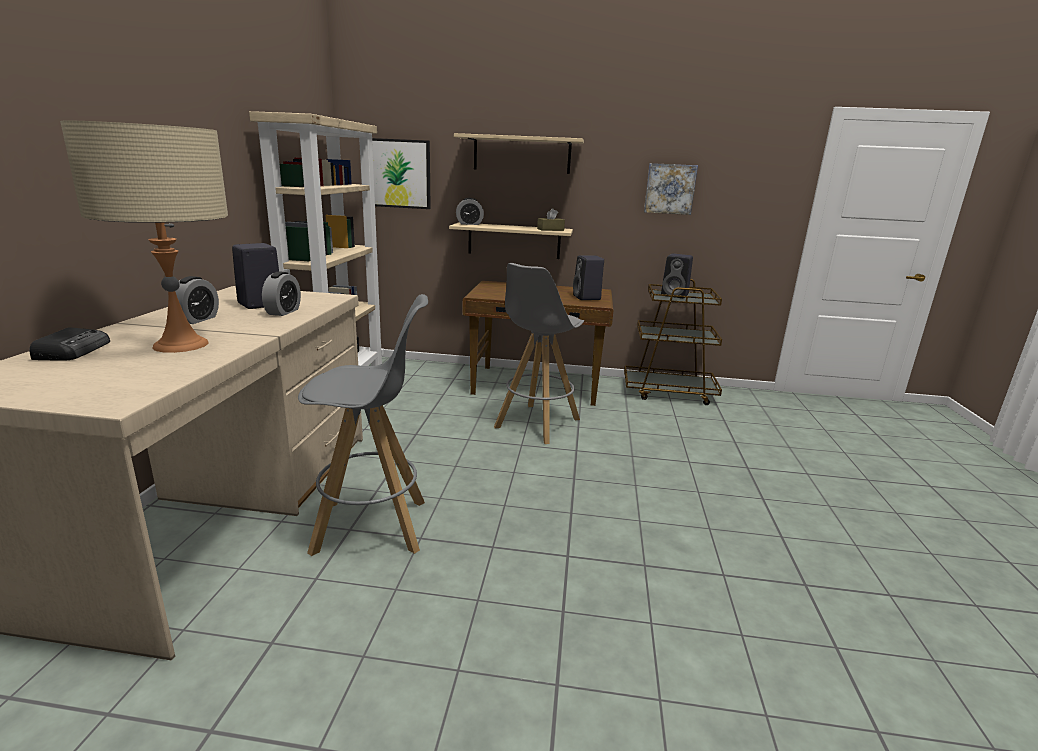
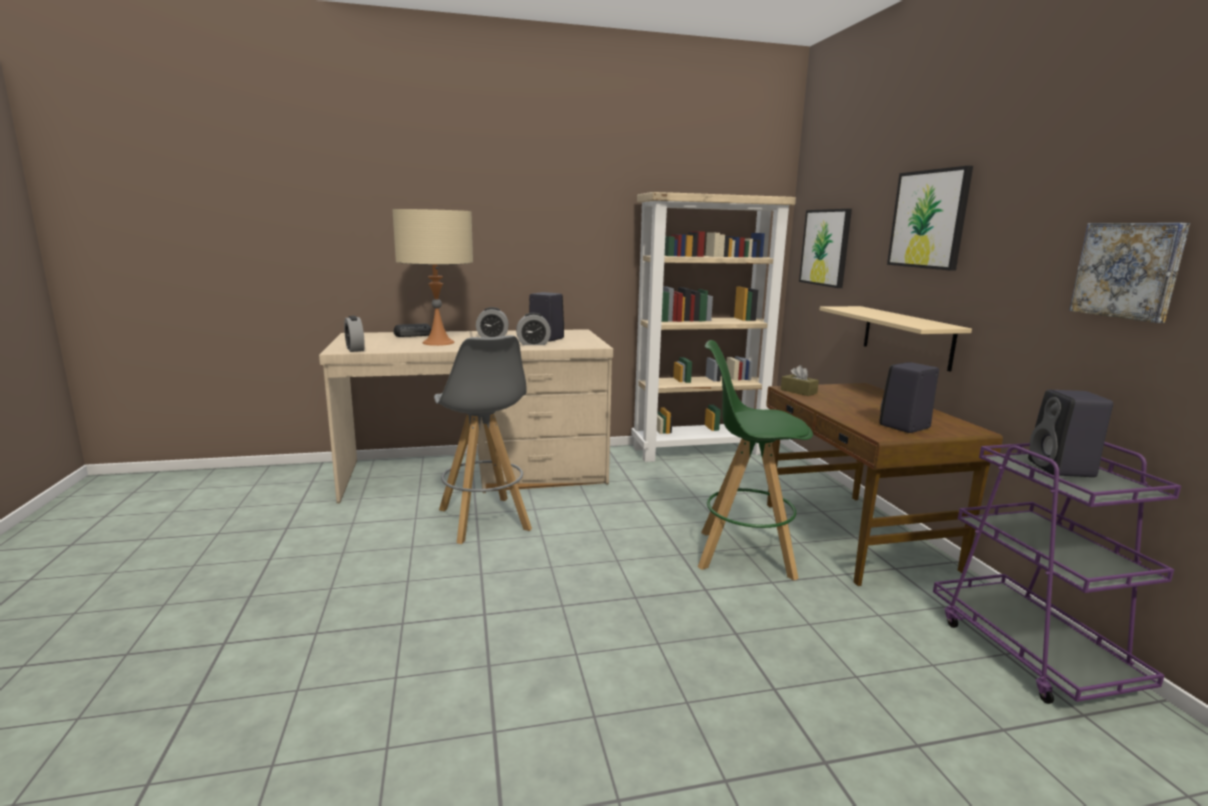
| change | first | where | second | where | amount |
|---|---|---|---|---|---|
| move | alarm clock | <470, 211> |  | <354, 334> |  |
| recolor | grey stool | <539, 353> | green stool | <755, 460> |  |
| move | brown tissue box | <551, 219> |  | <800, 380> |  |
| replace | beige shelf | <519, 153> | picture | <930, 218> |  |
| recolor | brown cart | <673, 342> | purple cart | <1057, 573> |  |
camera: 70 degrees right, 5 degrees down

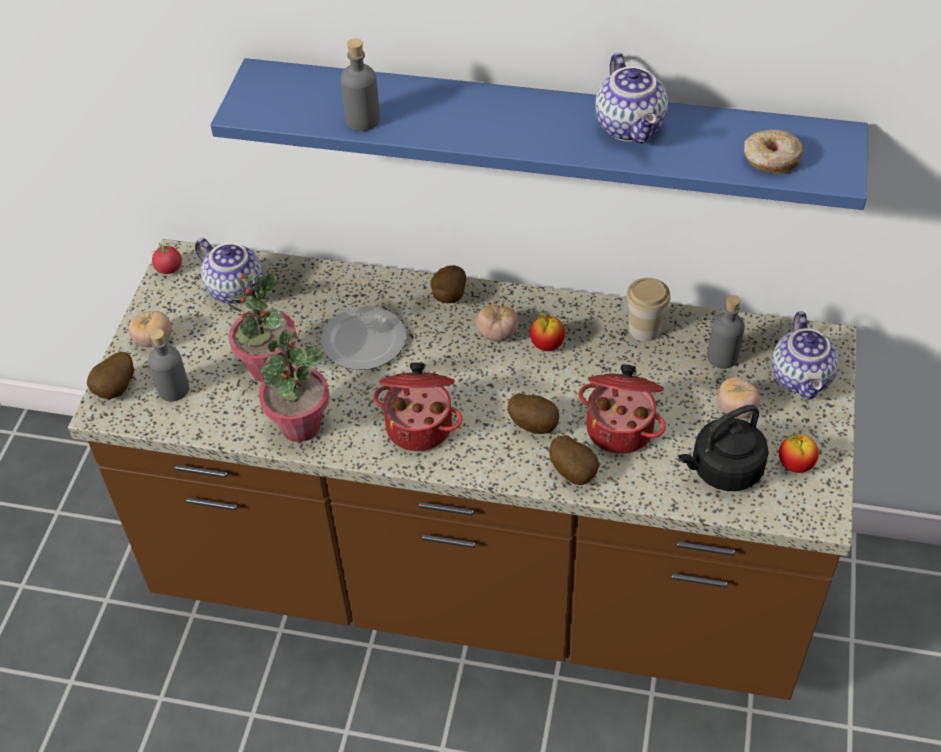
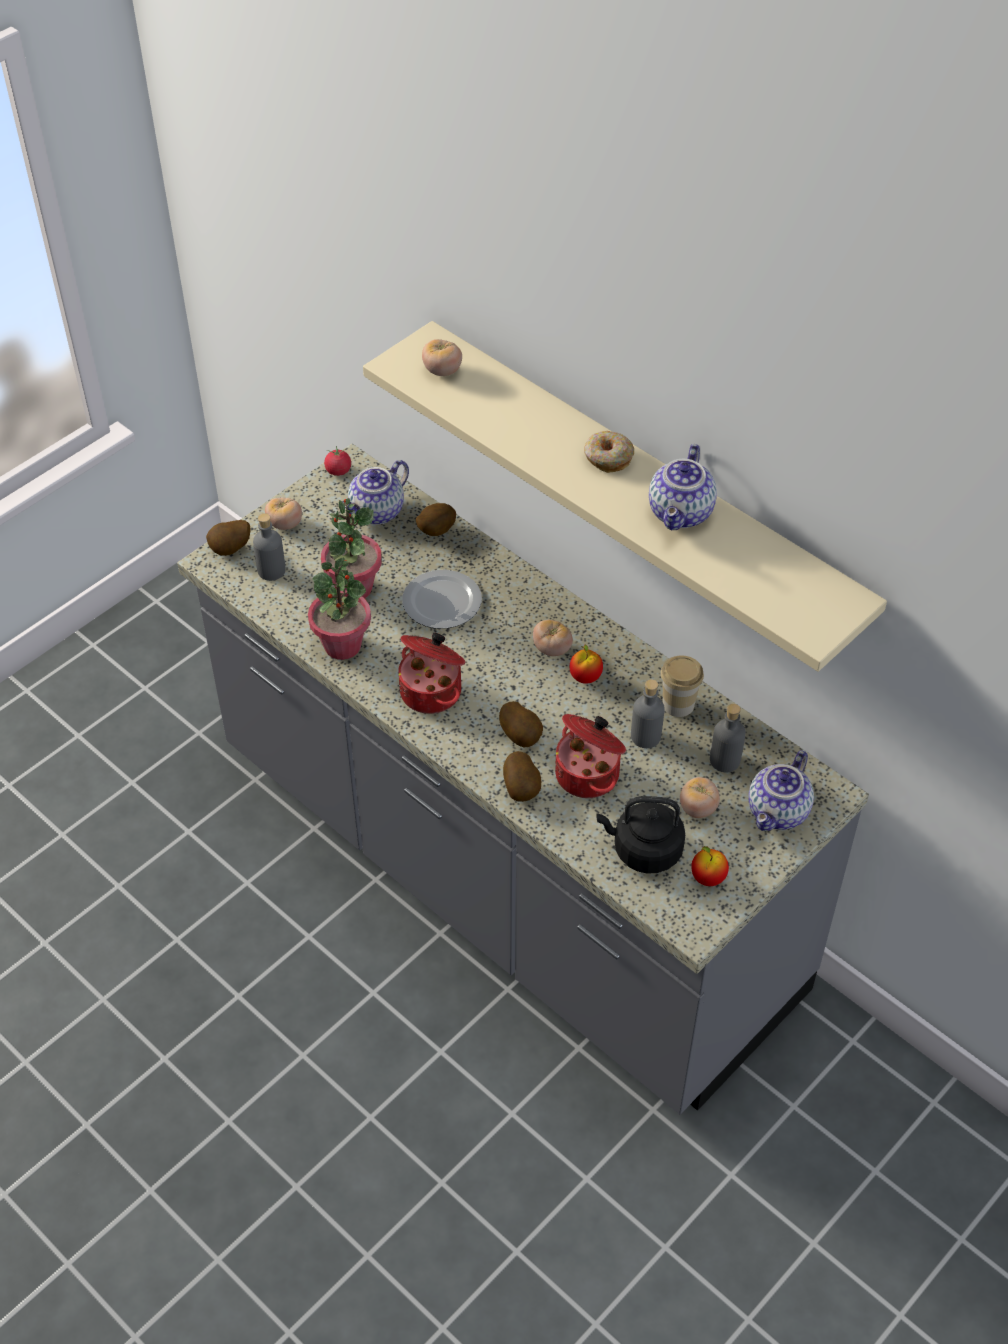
| change | first | where | second | where | amount |
|---|---|---|---|---|---|
| recolor | brown counter | <462, 469> | grey counter | <523, 779> |  |
| rotate | teapot | <229, 271> |  | <375, 492> | 60 degrees clockwise |
| recolor | blue shelf | <539, 134> | beige shelf | <625, 496> |  |
| move | potato | <448, 284> |  | <436, 519> |  |
| insert |  |  | tomato | <442, 357> |  |
| move | donut | <774, 151> |  | <609, 452> |  |
| move | grey bottle | <360, 84> |  | <648, 714> |  |
camera: 30 degrees right, 0 degrees up

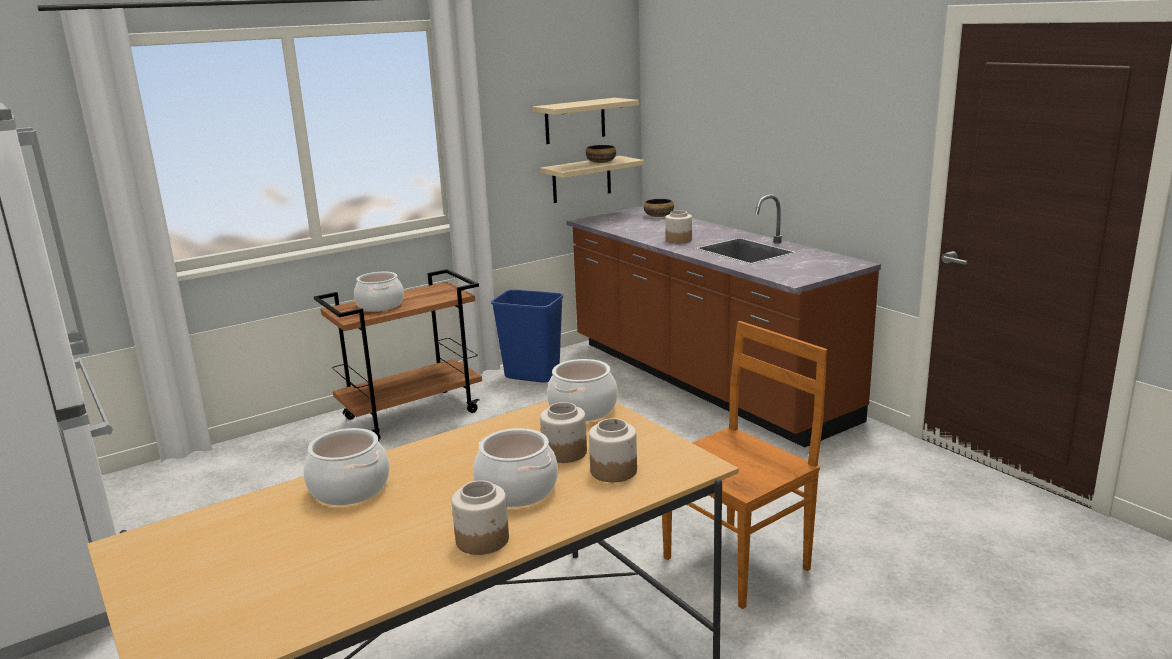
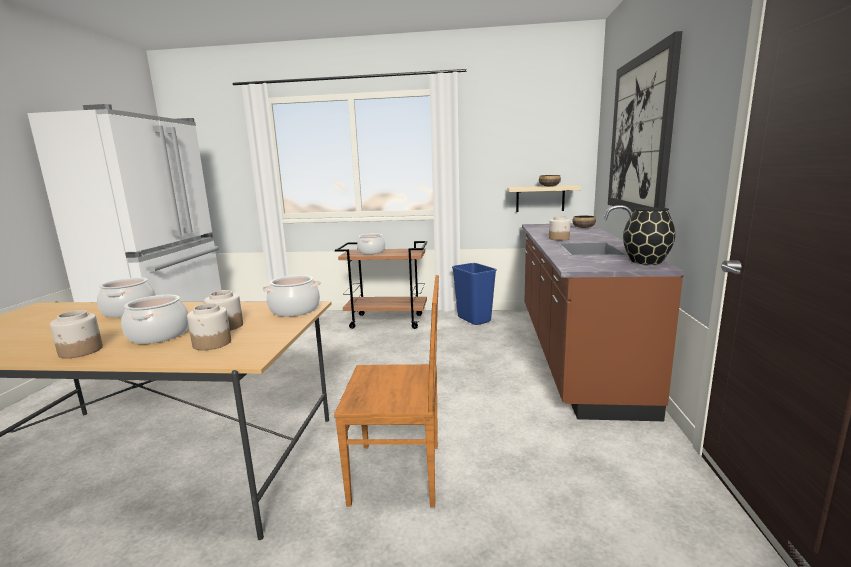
| change | first | where | second | where | amount |
|---|---|---|---|---|---|
| insert |  |  | picture | <645, 121> |  |
| insert |  |  | black vase | <649, 236> |  |
| delete | beige shelf | <585, 121> |  |  |  |
camera: 40 degrees right, 5 degrees down

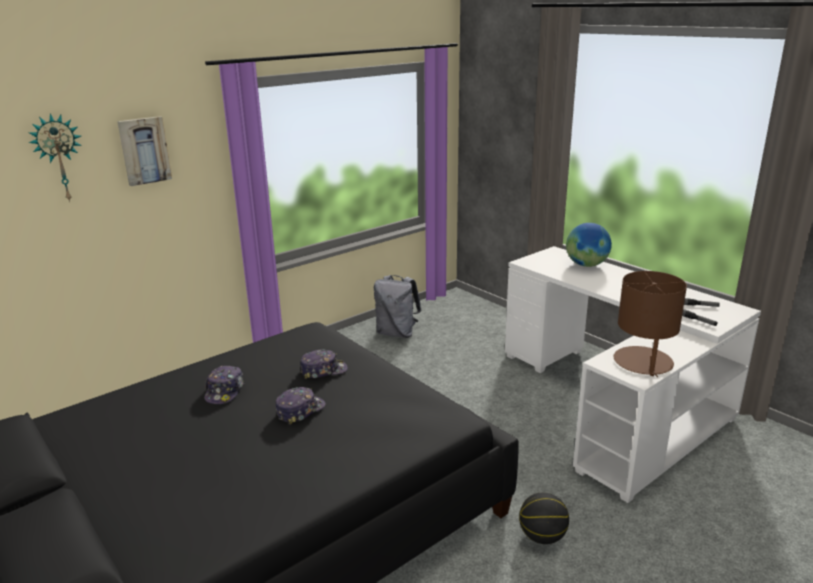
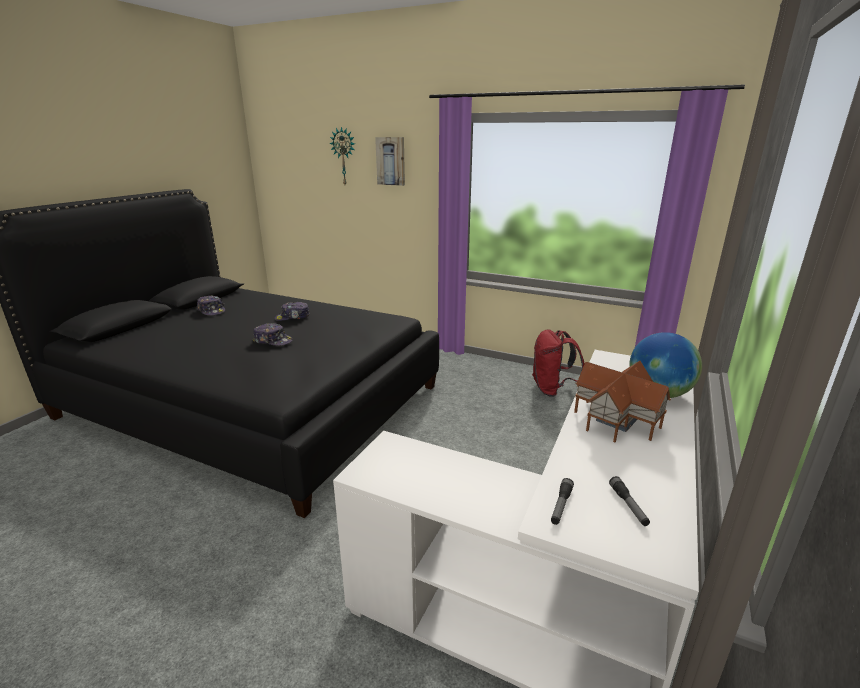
| change | first | where | second | where | amount |
|---|---|---|---|---|---|
| move | cap | <324, 364> |  | <211, 305> |  |
| recolor | grey backpack | <398, 306> | red backpack | <558, 363> |  |
| insert |  |  | toy house | <622, 401> |  |
| delete | basketball | <544, 518> |  |  |  |
| delete | brown table lamp | <650, 324> |  |  |  |
camera: 65 degrees right, 0 degrees up

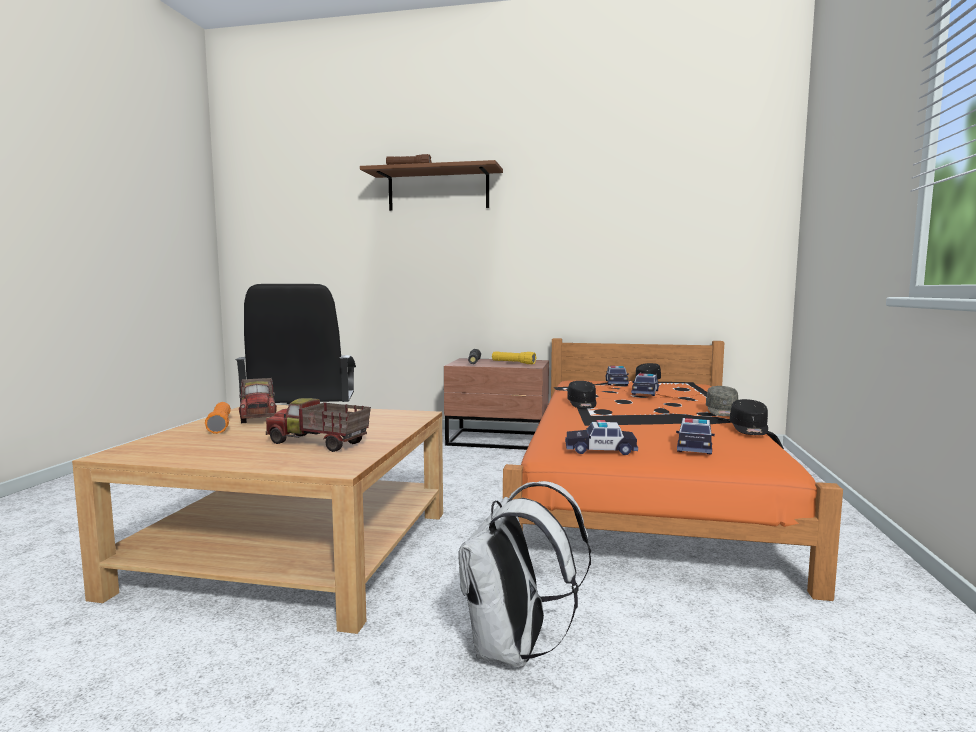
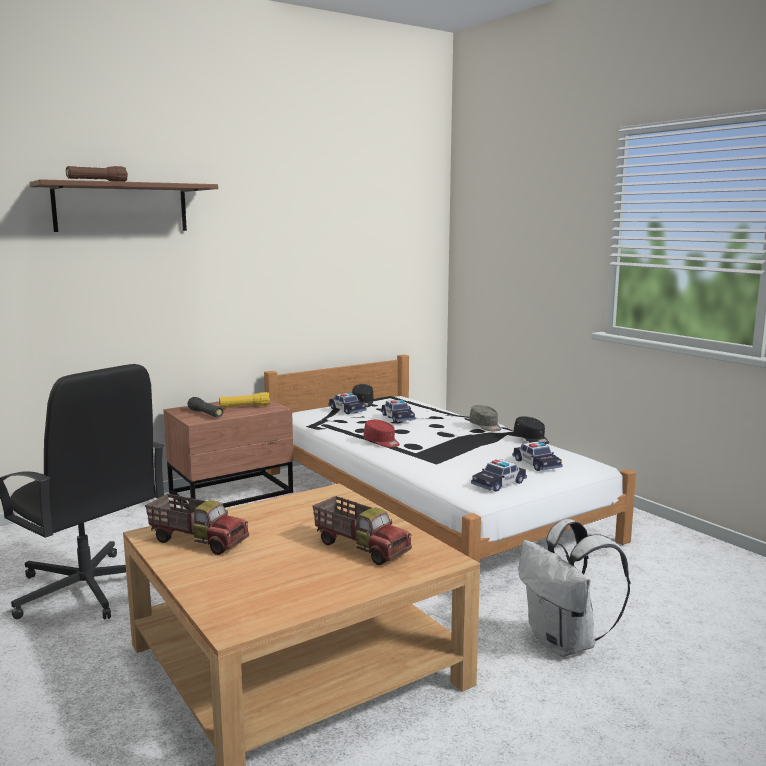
| change | first | where | second | where | amount |
|---|---|---|---|---|---|
| recolor | orange bed | <673, 469> | white bed | <450, 458> |  |
| rotate | toy truck | <318, 425> |  | <362, 530> | 120 degrees counterclockwise |
| recolor | black cap | <581, 395> | red cap | <382, 433> |  |
| delete | orange flashlight | <218, 418> |  |  |  |
camera: 45 degrees left, 5 degrees up

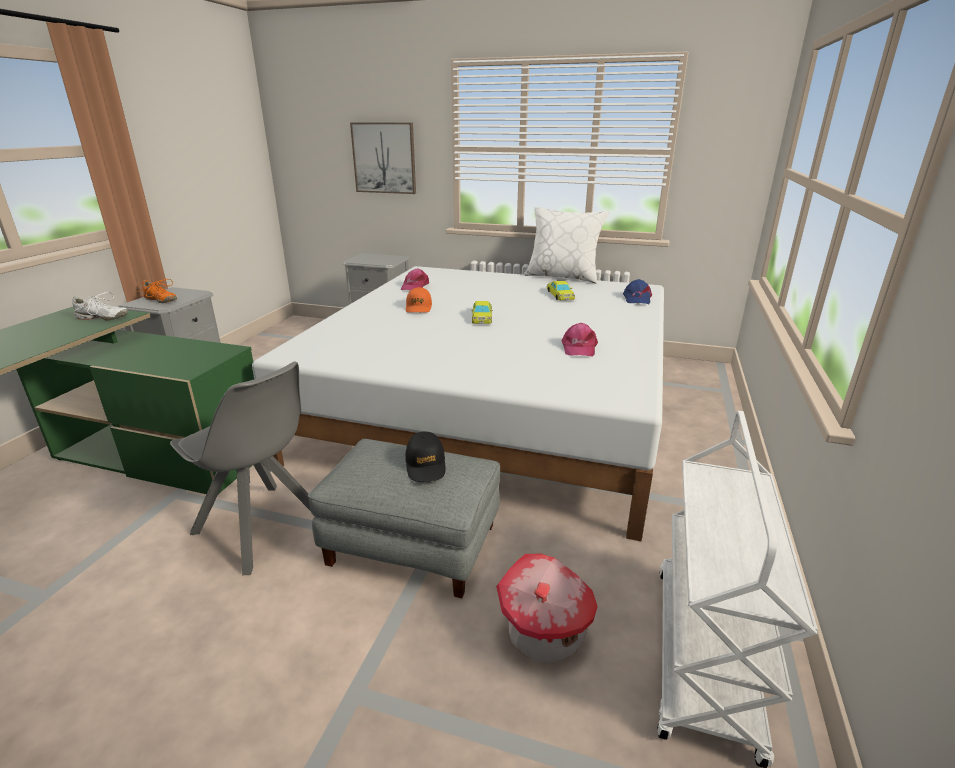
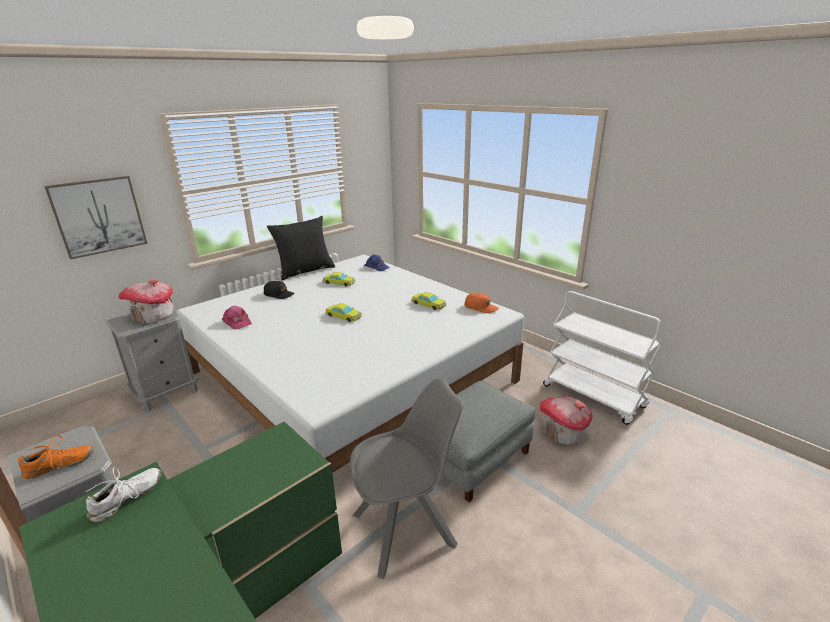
| change | first | where | second | where | amount |
|---|---|---|---|---|---|
| insert |  |  | toy house | <145, 302> |  |
| move | black cap | <425, 456> |  | <279, 290> |  |
| recolor | white pillow | <566, 245> | black pillow | <301, 248> |  |
| replace | pink cap | <580, 339> | yellow toy car | <428, 301> |  |
| move | orange cap | <419, 300> |  | <482, 303> |  |
camera: 60 degrees left, 0 degrees up

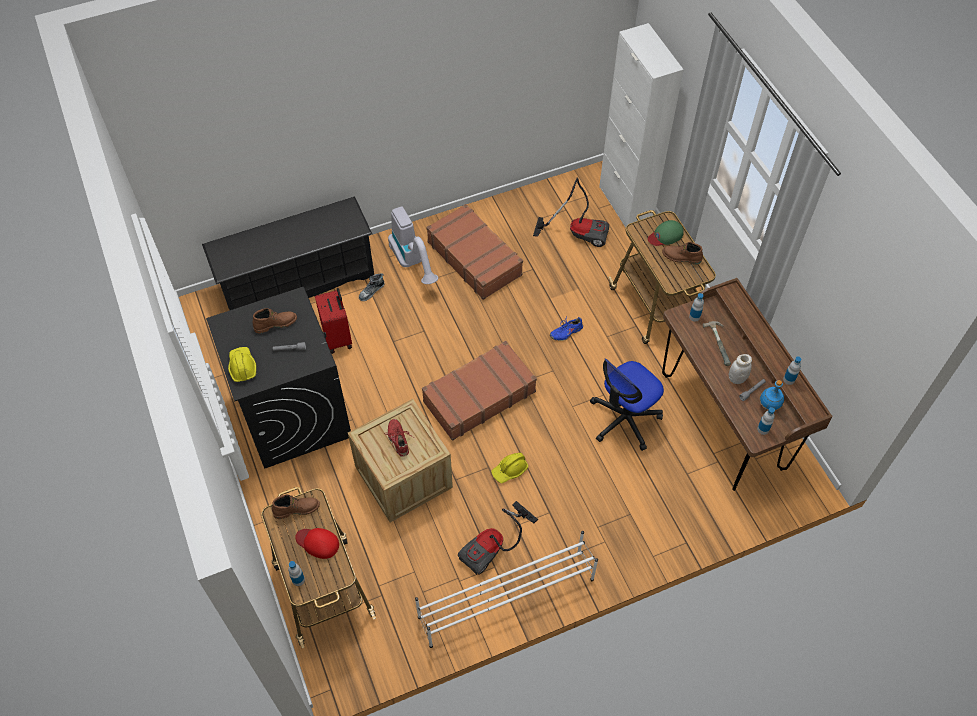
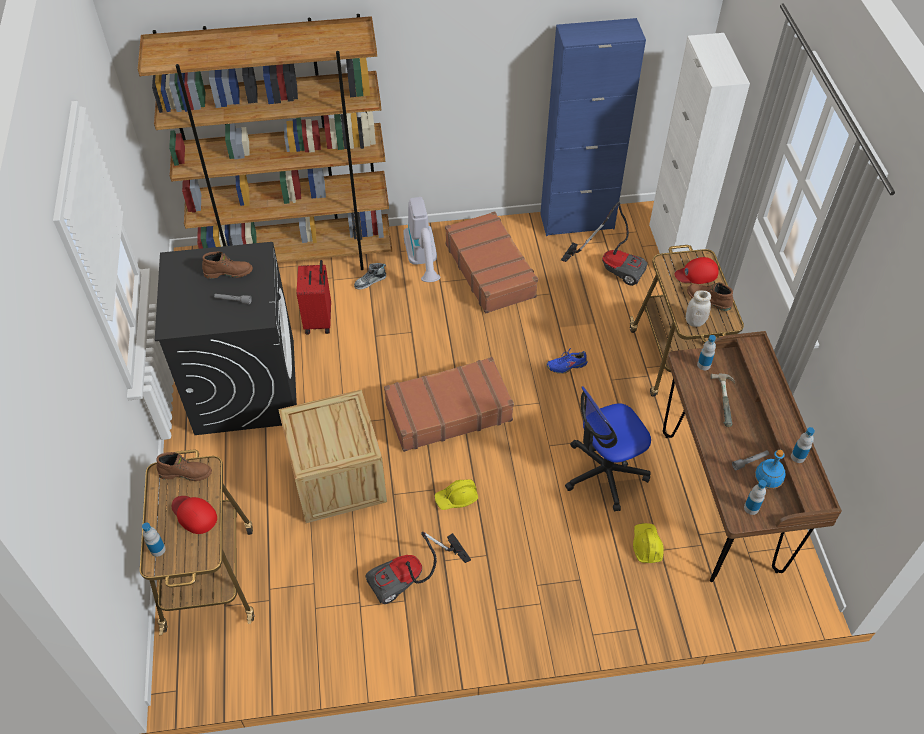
| change | first | where | second | where | amount |
|---|---|---|---|---|---|
| replace | black shoe rack | <288, 253> | brown bookcase | <265, 142> |  |
| insert |  |  | blue cabinet | <593, 127> |  |
| move | yellow hard hat | <242, 364> |  | <648, 543> |  |
| recolor | green cap | <666, 233> | red cap | <696, 270> |  |
| move | white jar | <740, 369> |  | <698, 308> |  |
| delete | red shoe | <398, 438> |  |  |  |
| delete | white shoe rack | <506, 589> |  |  |  |
camera: 15 degrees right, 5 degrees down

